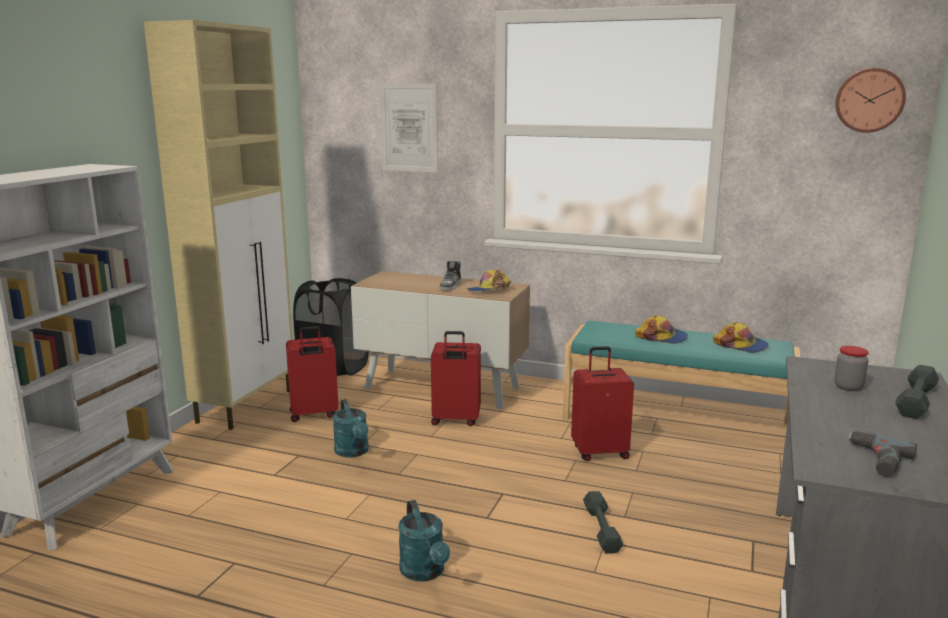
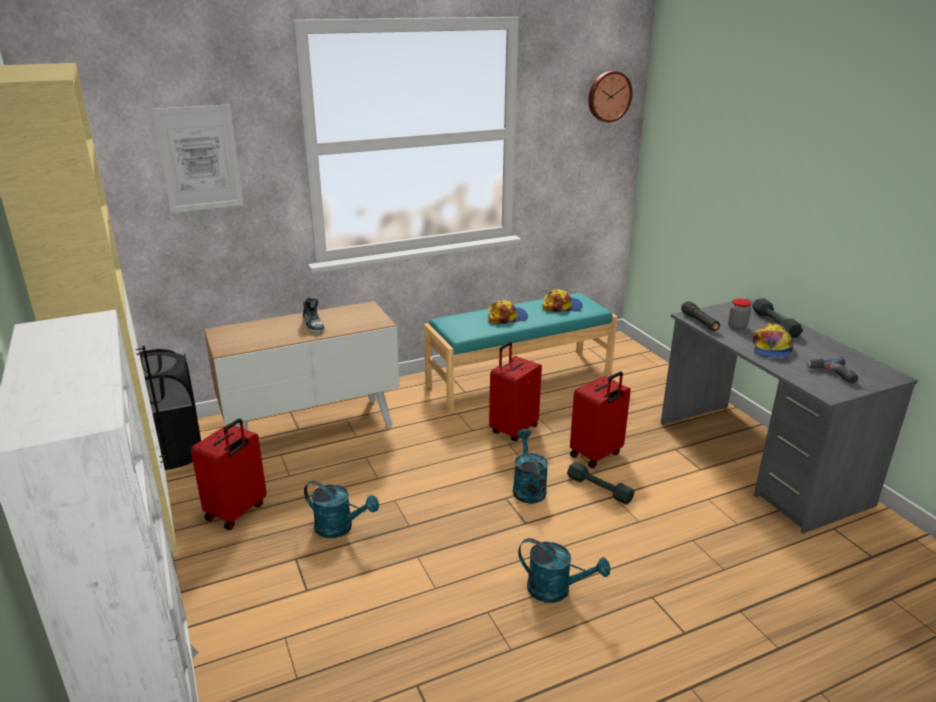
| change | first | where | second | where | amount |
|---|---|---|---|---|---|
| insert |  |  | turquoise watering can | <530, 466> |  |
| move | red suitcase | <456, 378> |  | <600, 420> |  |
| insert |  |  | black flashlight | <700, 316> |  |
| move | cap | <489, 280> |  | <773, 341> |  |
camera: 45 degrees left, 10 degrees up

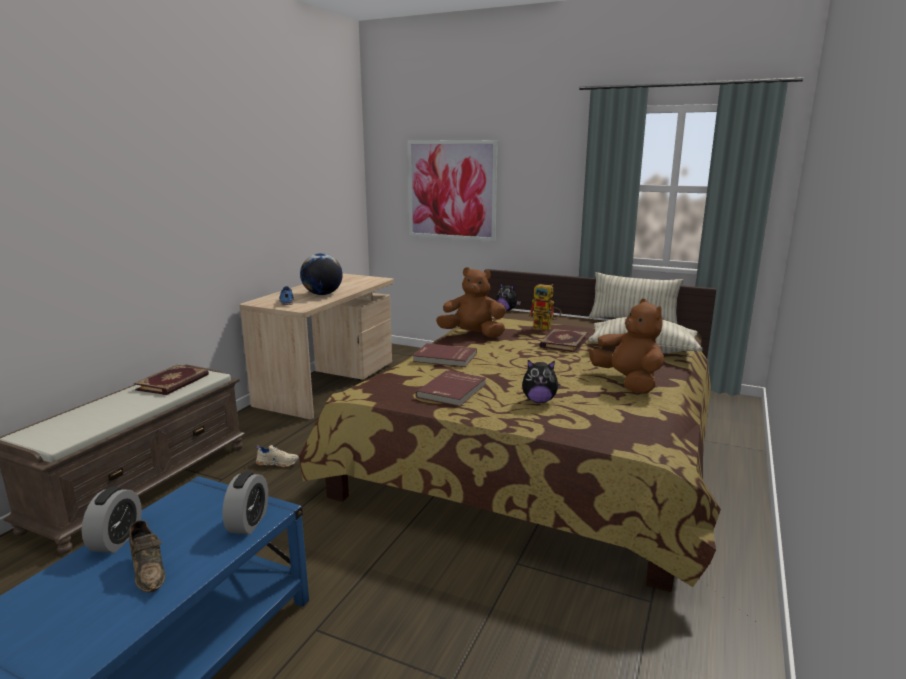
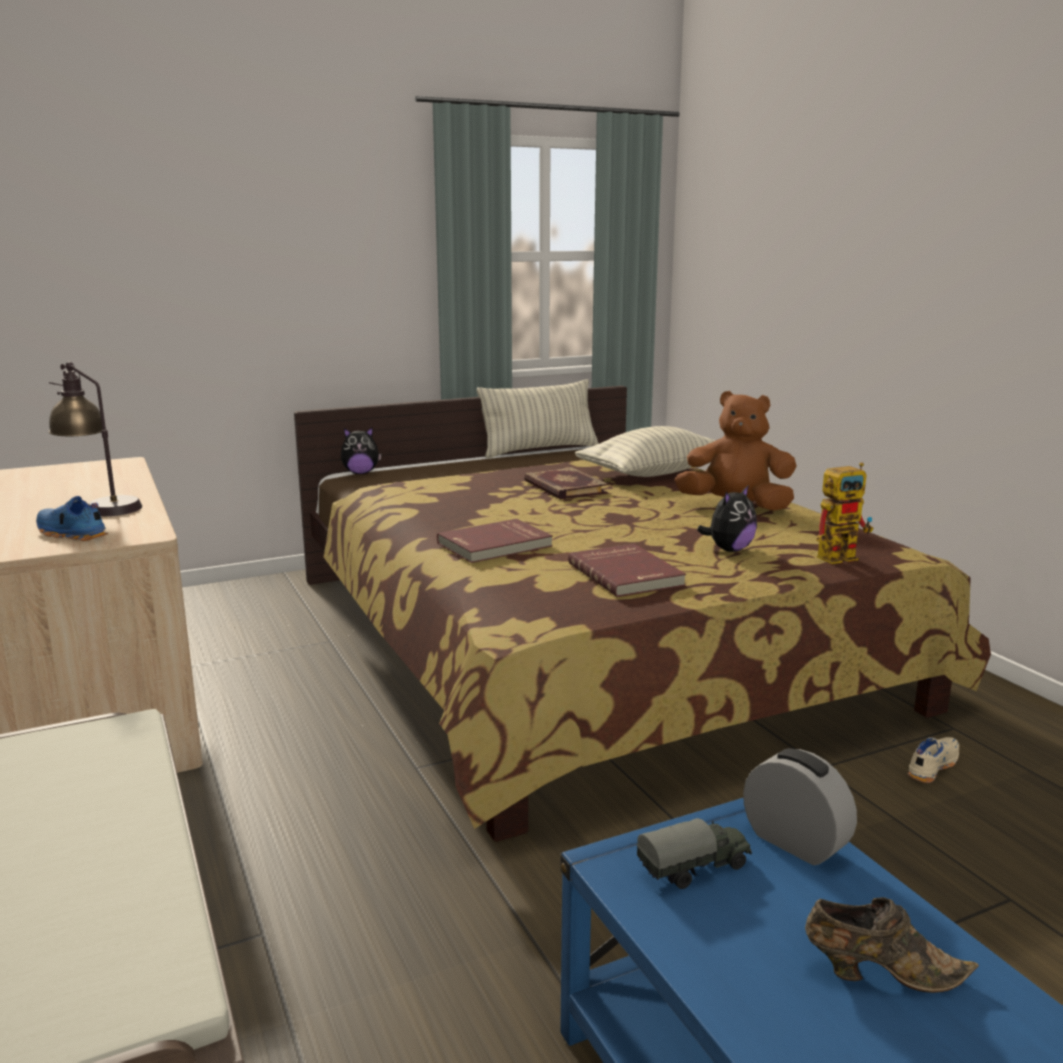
| change | first | where | second | where | amount |
|---|---|---|---|---|---|
| replace | globe | <321, 274> | table lamp | <95, 439> |  |
| insert |  |  | toy truck | <694, 853> |  |
| move | toy robot | <544, 307> |  | <844, 513> |  |
| move | beige shoe | <277, 456> |  | <933, 760> |  |
| delete | alarm clock | <112, 520> |  |  |  |
| delete | book | <171, 380> |  |  |  |
| delete | picture | <452, 190> |  |  |  |
| delete | brown plush toy | <471, 302> |  |  |  |
camera: 50 degrees left, 0 degrees up

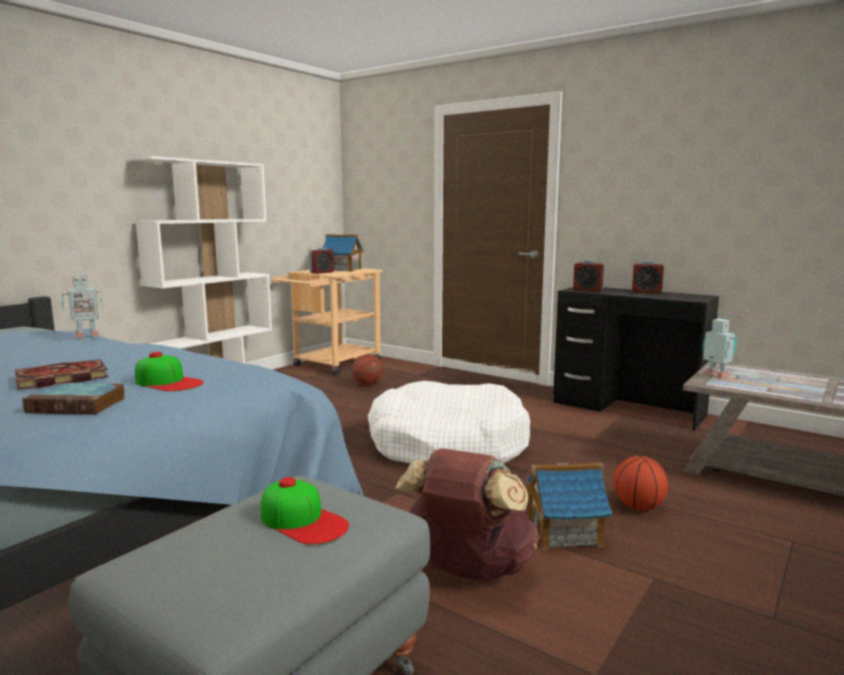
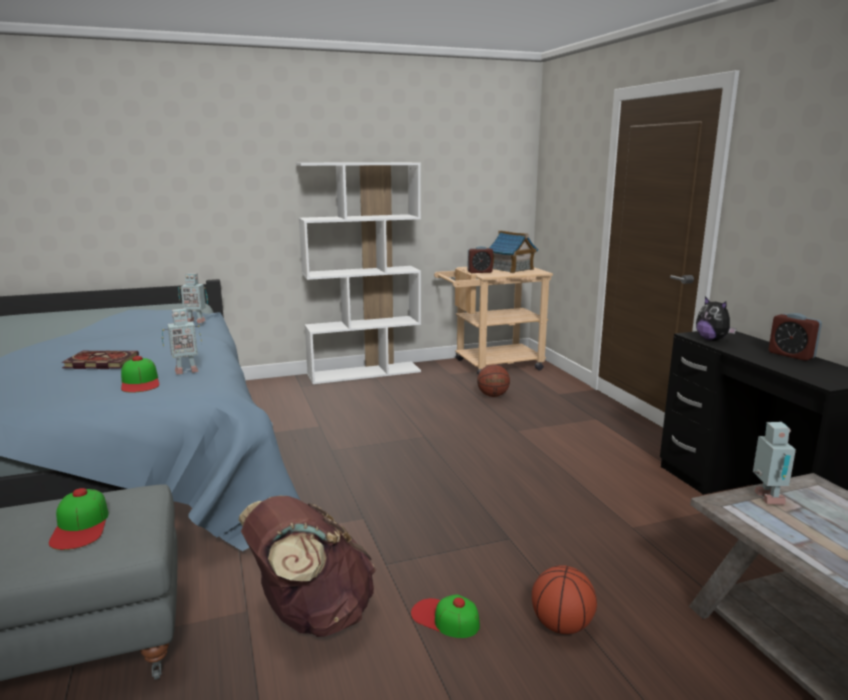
| change | first | where | second | where | amount |
|---|---|---|---|---|---|
| insert |  |  | toy robot | <182, 341> |  |
| replace | toy house | <569, 506> | cap | <445, 616> |  |
| replace | alarm clock | <589, 276> | plush toy | <716, 319> |  |
| delete | book | <73, 399> |  |  |  |
| delete | white dog bed | <449, 422> |  |  |  |
camera: 35 degrees right, 5 degrees up

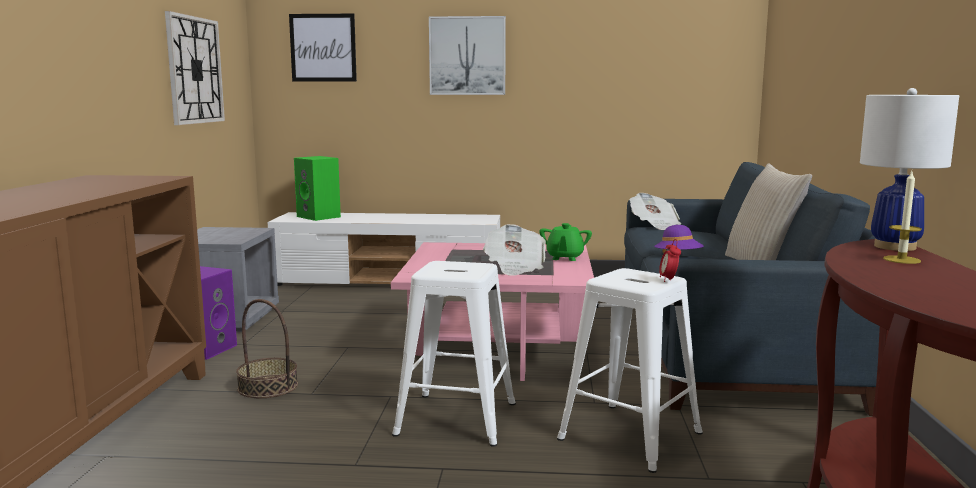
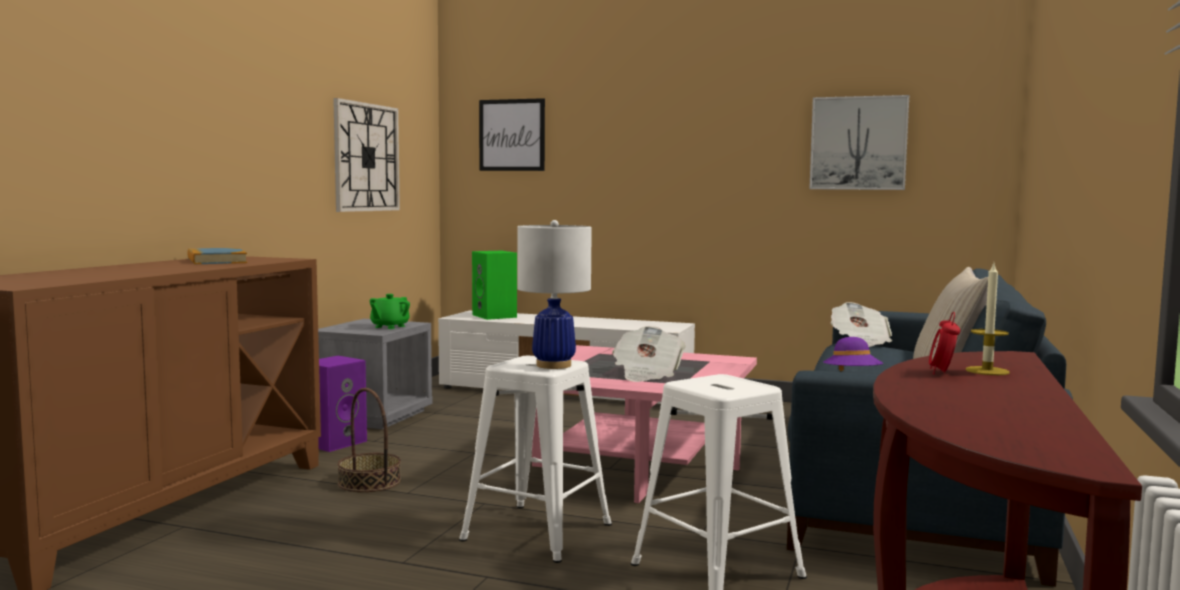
| change | first | where | second | where | amount |
|---|---|---|---|---|---|
| insert |  |  | book | <217, 256> |  |
| move | green teapot | <565, 242> |  | <390, 311> |  |
| move | white table lamp | <909, 169> |  | <554, 294> |  |
| move | picture | <467, 55> |  | <859, 142> |  |
| move | alarm clock | <670, 260> |  | <944, 343> |  |
camera: 15 degrees right, 5 degrees down

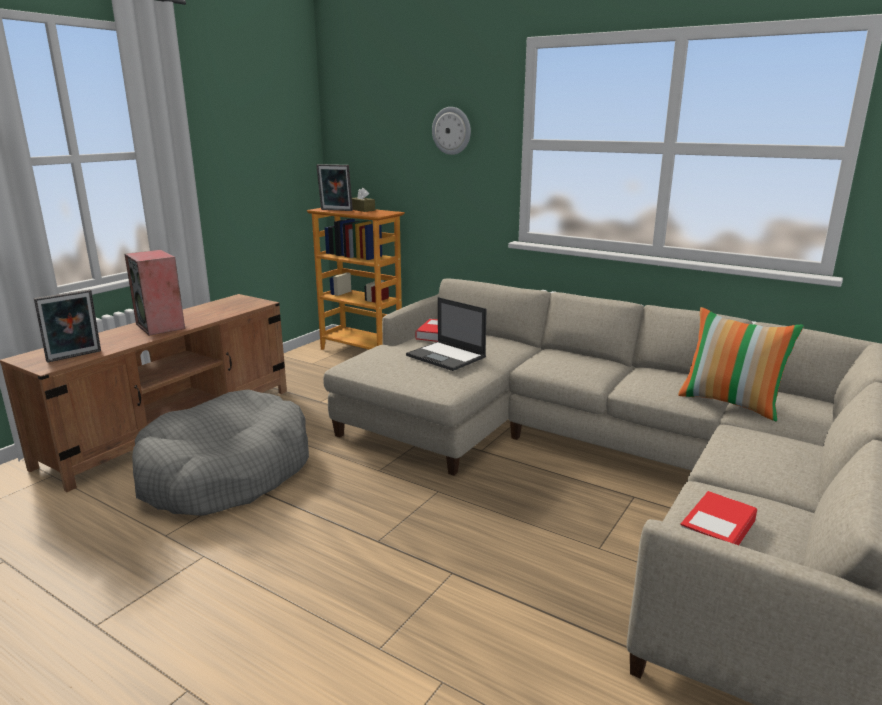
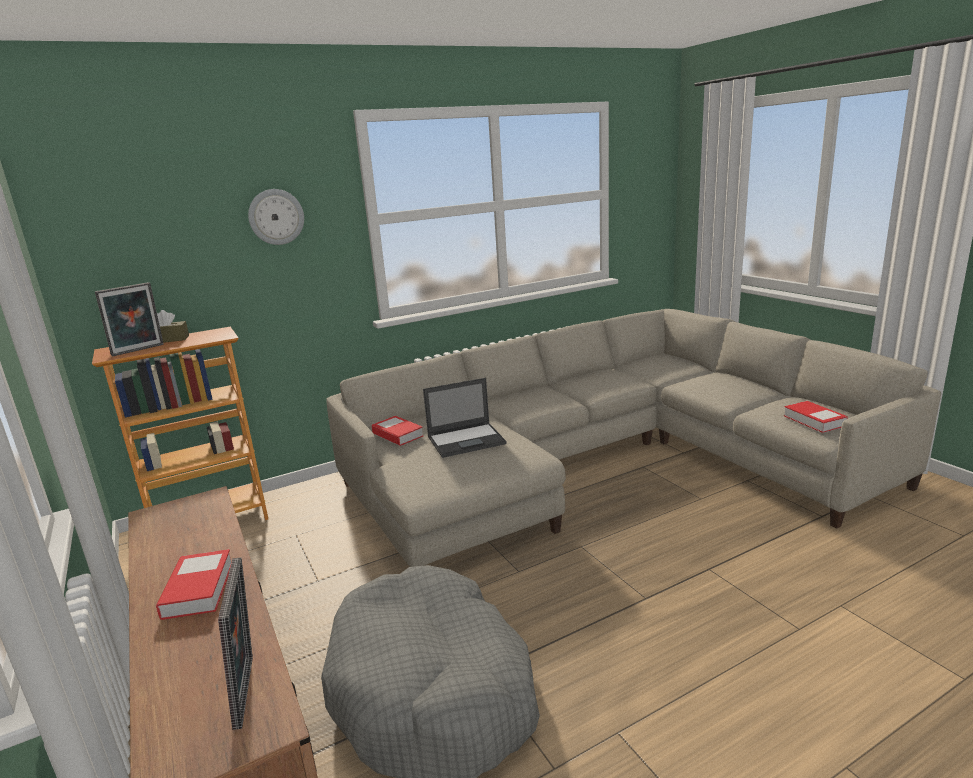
| change | first | where | second | where | amount |
|---|---|---|---|---|---|
| replace | speaker | <154, 293> | book | <194, 584> |  |
| delete | pillow | <741, 364> |  |  |  |
camera: 60 degrees left, 0 degrees up

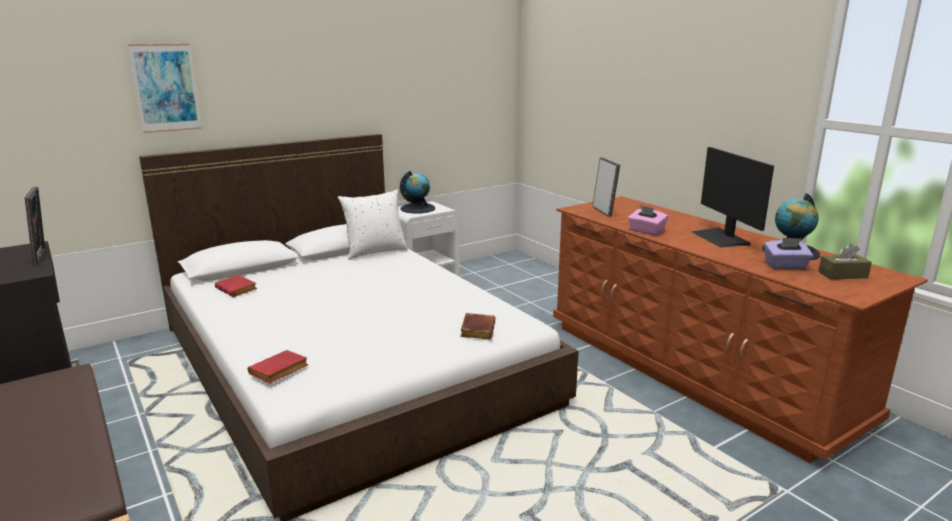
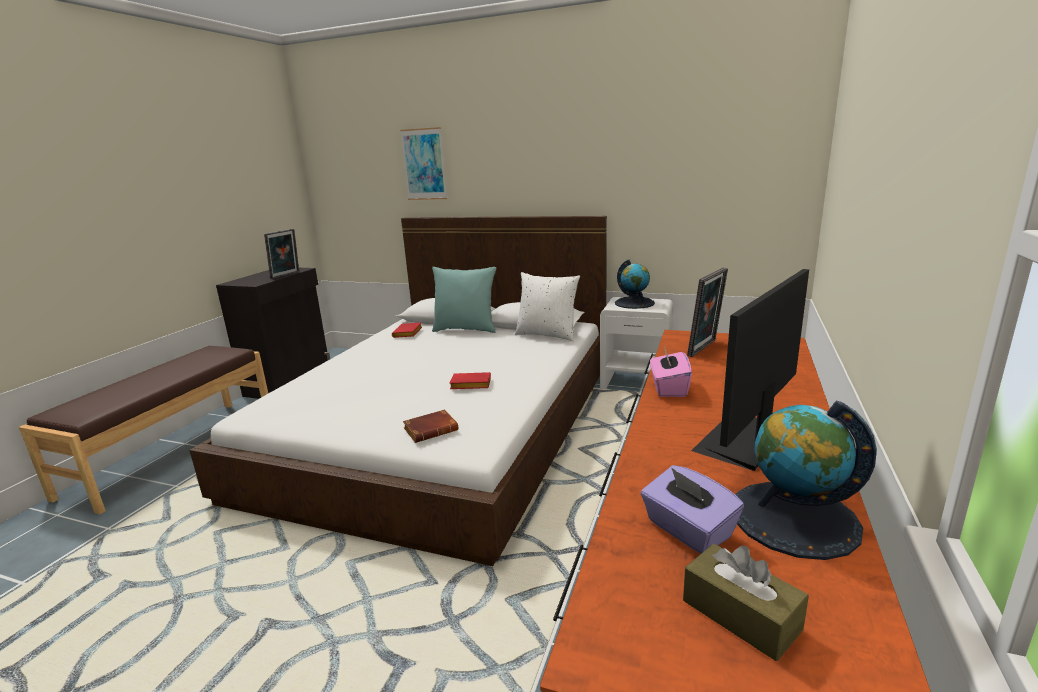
| change | first | where | second | where | amount |
|---|---|---|---|---|---|
| insert |  |  | turquoise pillow | <464, 300> |  |
| move | red book | <278, 367> |  | <470, 380> |  |
camera: 55 degrees right, 0 degrees up

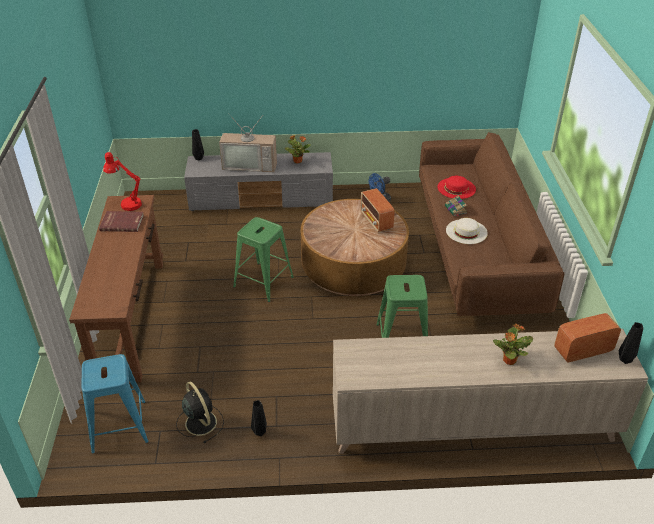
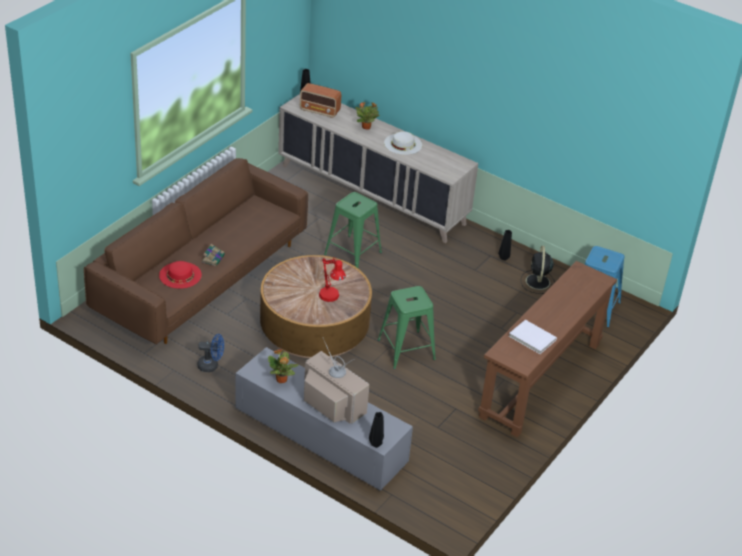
| change | first | where | second | where | amount |
|---|---|---|---|---|---|
| move | red table lamp | <122, 181> |  | <332, 279> |  |
| move | white hat | <467, 231> |  | <403, 143> |  |
| recolor | red book | <121, 221> | white book | <533, 337> |  |
| delete | radio | <377, 210> |  |  |  |
camera: 145 degrees left, 0 degrees up

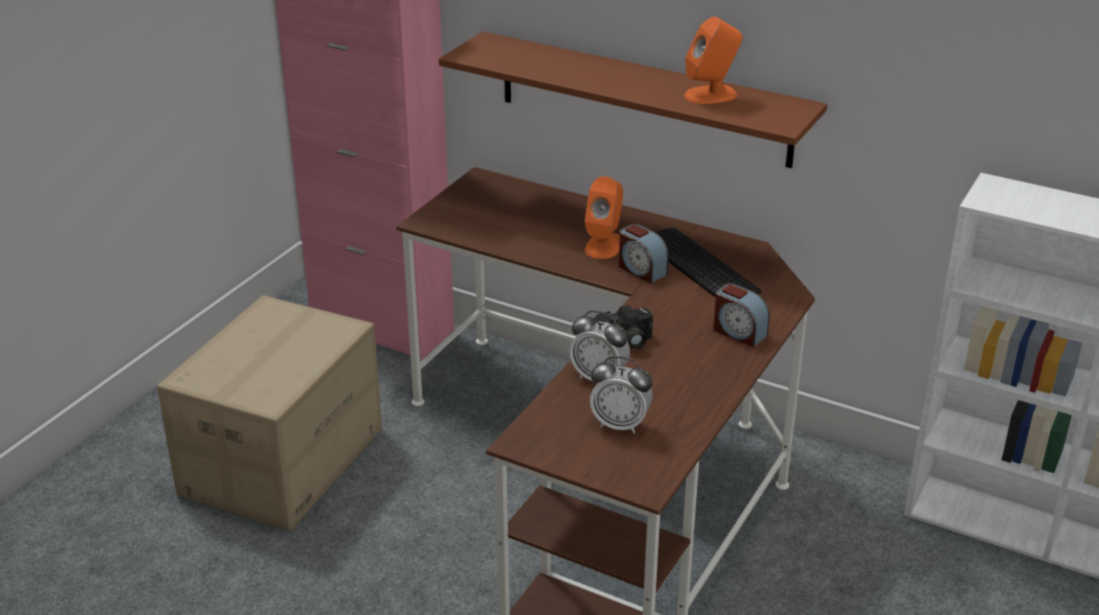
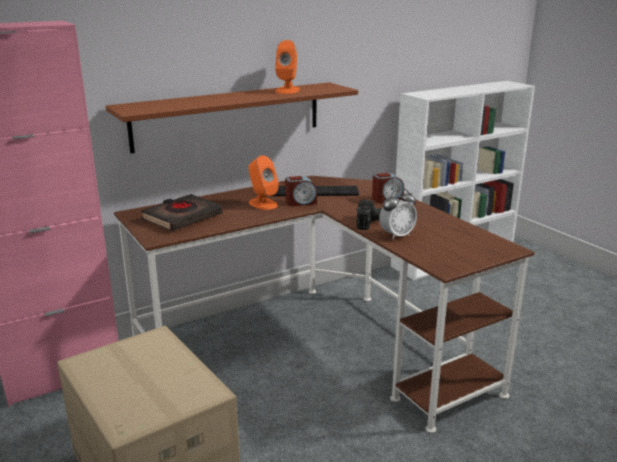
| change | first | where | second | where | amount |
|---|---|---|---|---|---|
| insert |  |  | black book | <182, 212> |  |
| delete | alarm clock | <621, 395> |  |  |  |
camera: 60 degrees left, 10 degrees down

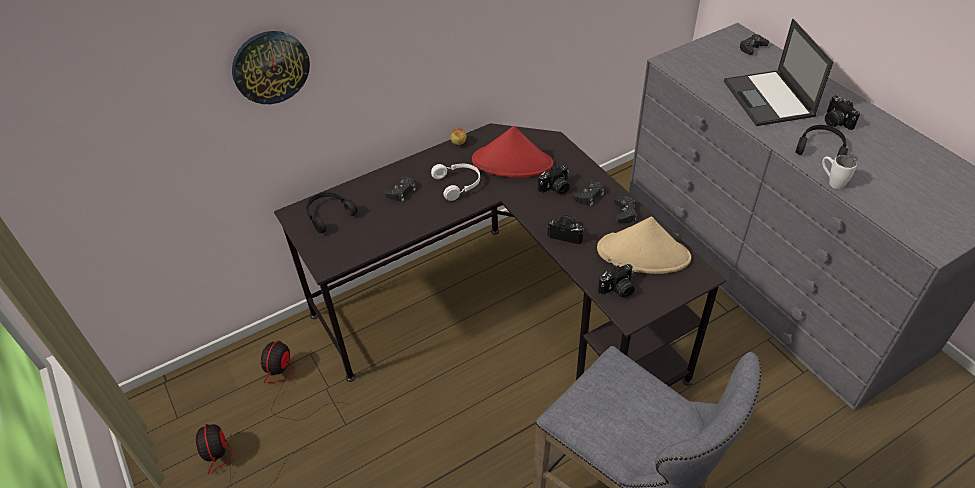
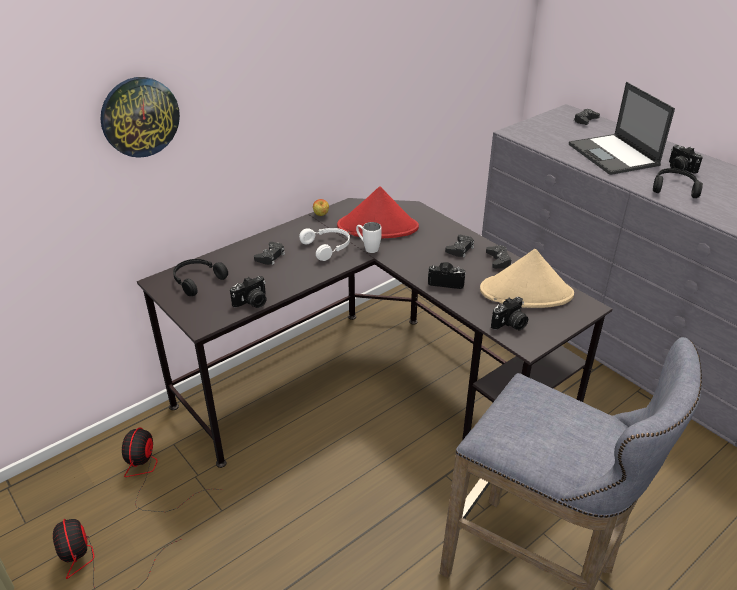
| change | first | where | second | where | amount |
|---|---|---|---|---|---|
| move | photo camera | <554, 180> |  | <248, 292> |  |
| move | white mug | <839, 172> |  | <369, 237> |  |
camera: 10 degrees left, 10 degrees down

